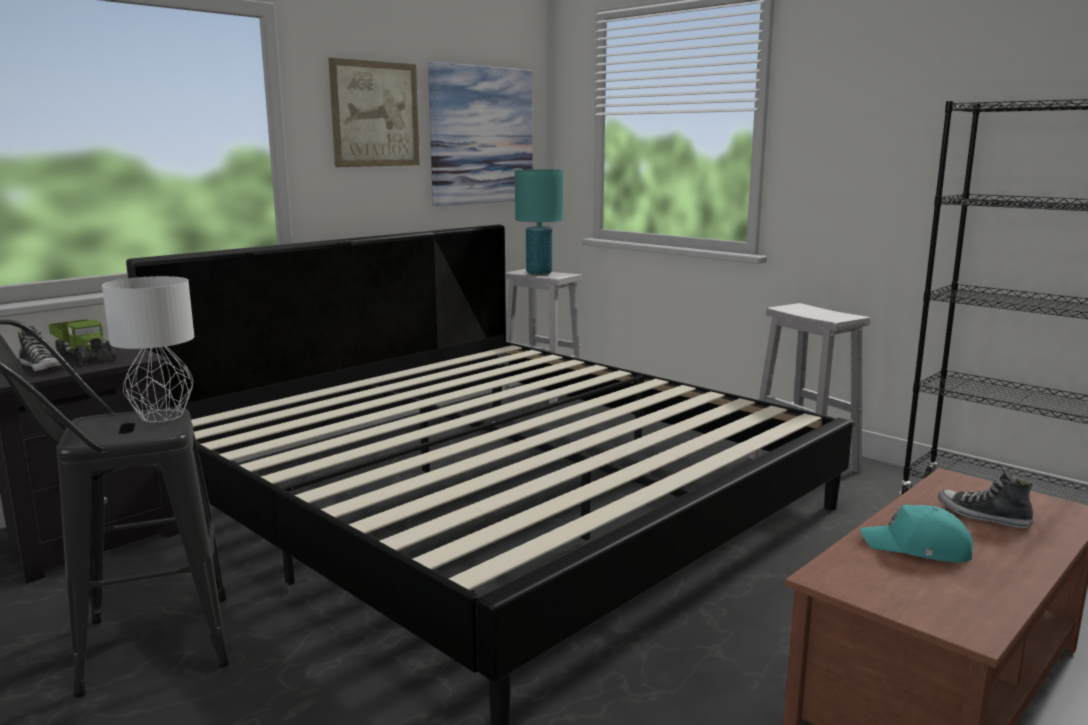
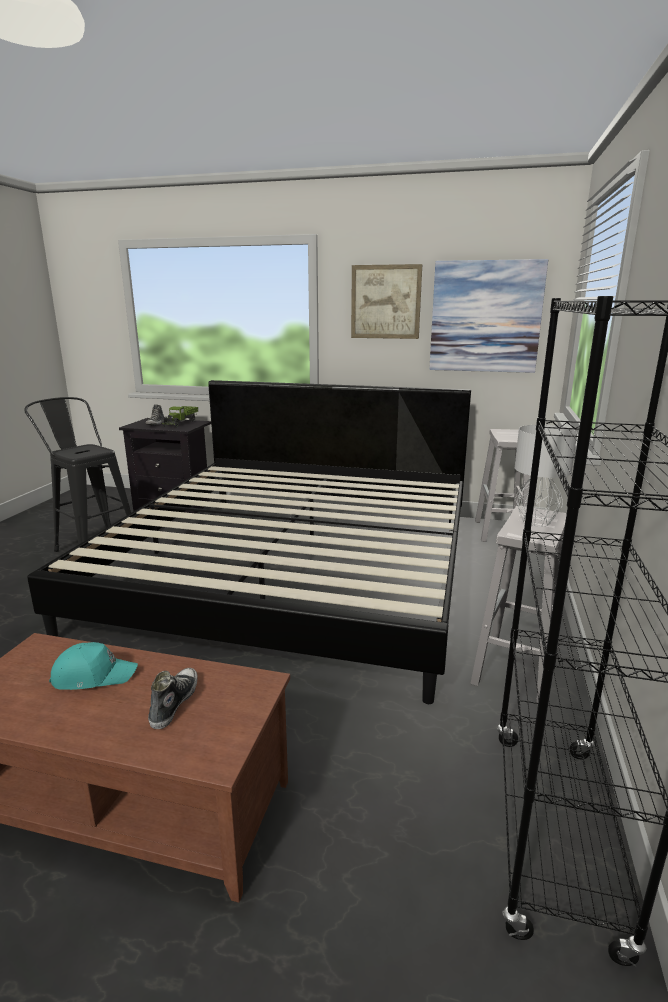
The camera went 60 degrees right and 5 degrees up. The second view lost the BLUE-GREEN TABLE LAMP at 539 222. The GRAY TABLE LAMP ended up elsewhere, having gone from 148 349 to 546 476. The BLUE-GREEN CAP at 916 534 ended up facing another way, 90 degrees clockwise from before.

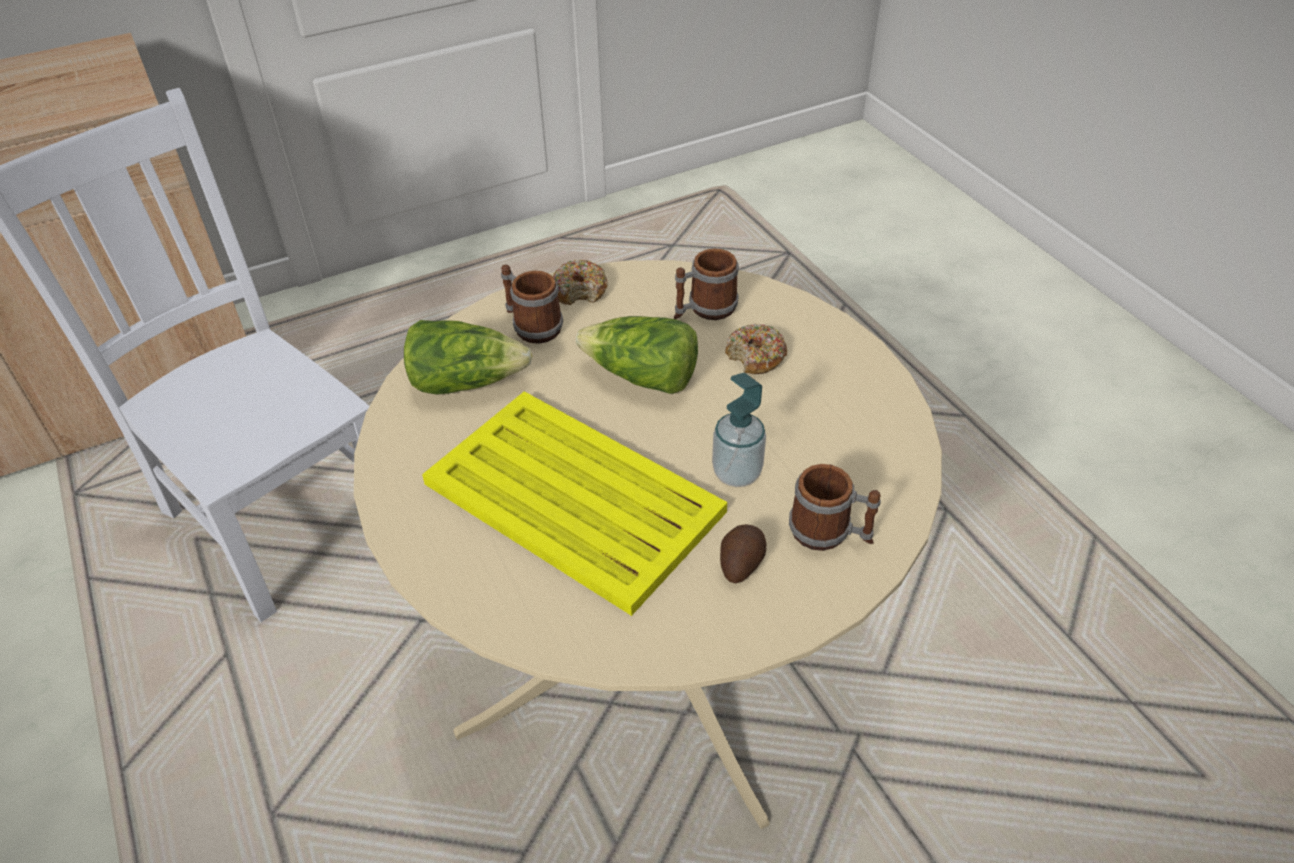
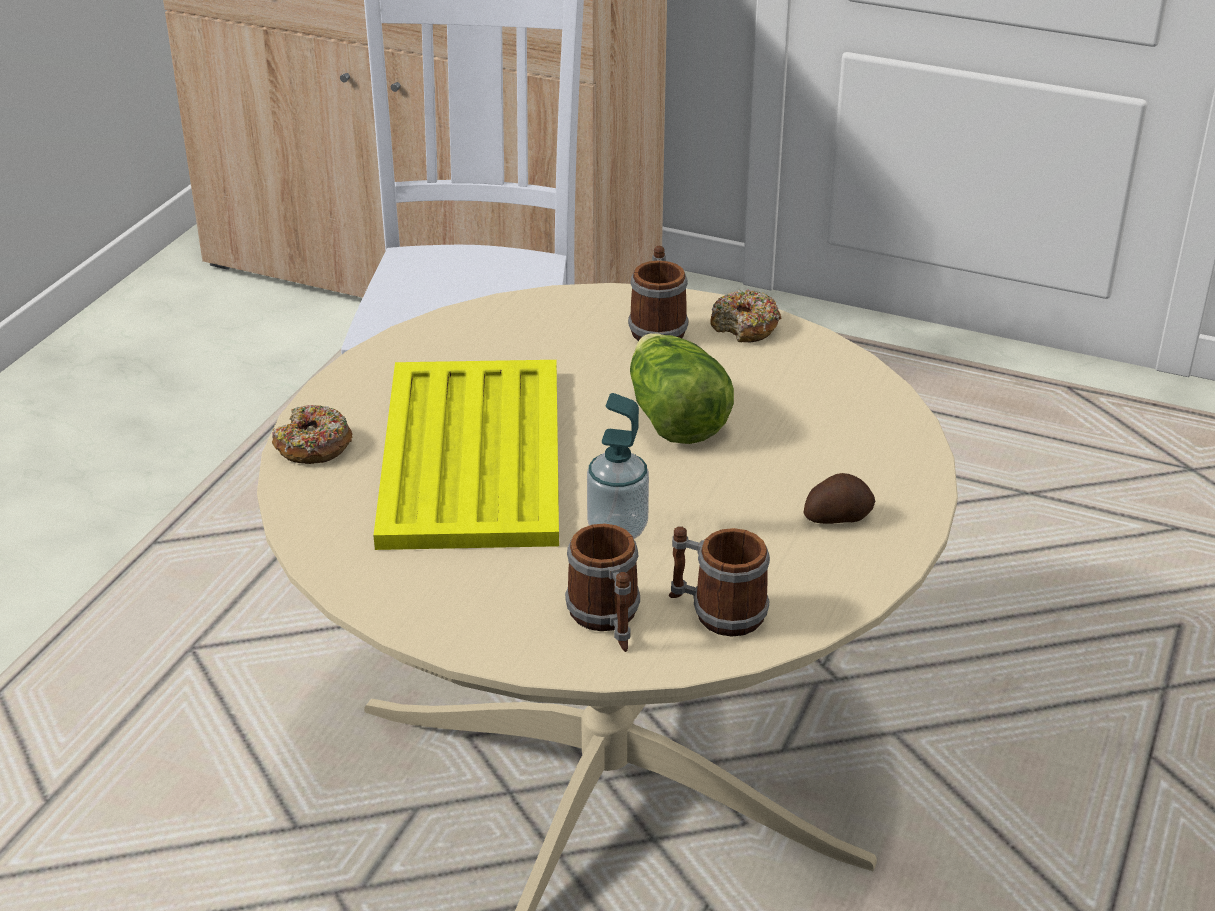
The camera went 50 degrees right and 10 degrees down. The COFFEE MUG ended up elsewhere, having gone from 706 284 to 719 581. The second view lost the LETTUCE HEAD at 468 357. The DONUT ended up elsewhere, having gone from 756 348 to 312 434. The POTATO ended up elsewhere, having gone from 743 553 to 839 498.

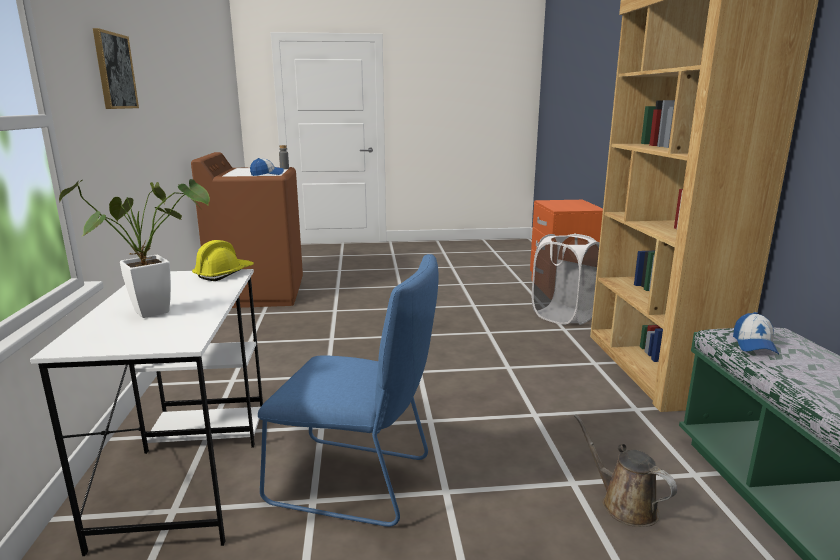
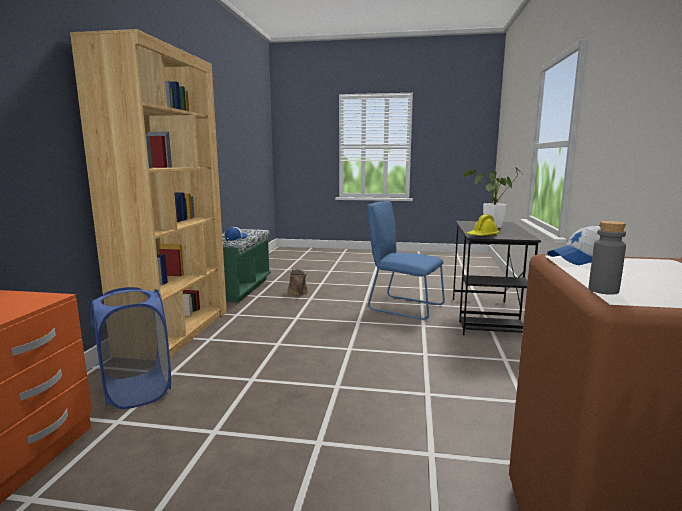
The camera went 165 degrees left and 5 degrees down. The second view lost the WALL PICTURE at 116 68. What was the WHITE WASHING BASKET at 566 279 turned into the BLUISH WASHING BASKET at 130 348. What was the WHITE DESK UNIT at 146 412 turned into the BLACK DESK UNIT at 497 278.

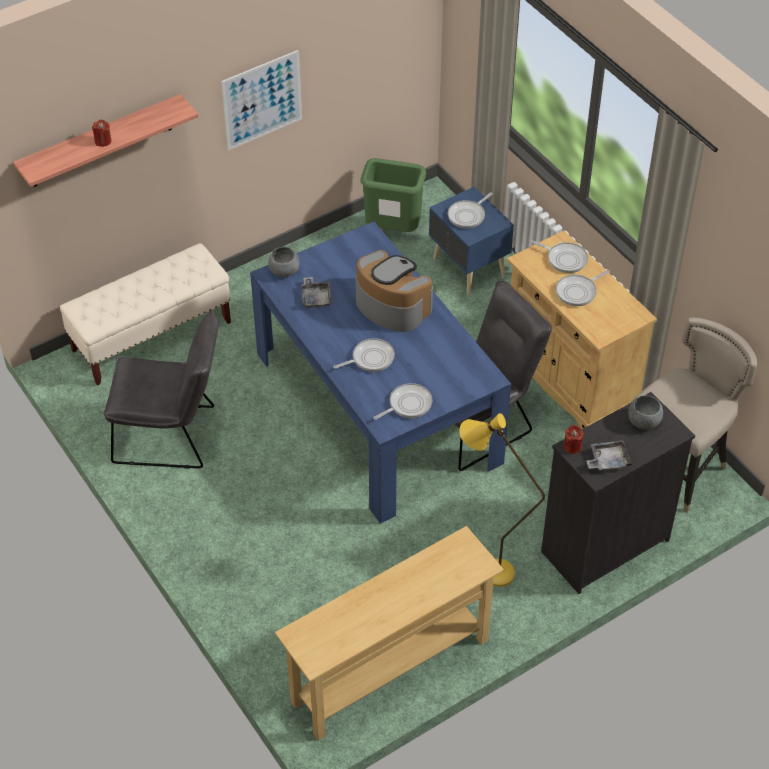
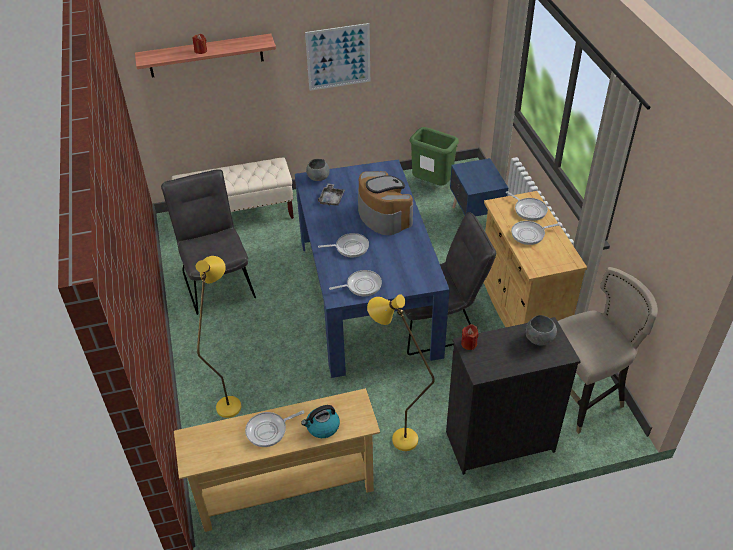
The camera went 20 degrees right and 5 degrees down. The FRYING PAN ended up elsewhere, having gone from 470 210 to 274 428. The GRAY UPRIGHT CHAIR at 161 389 ended up facing another way, 135 degrees counterclockwise from before. The second view lost the GRAY CARRYING TRAY at 609 455. The second view gained the YELLOW STANDING LAMP at 218 337. The second view gained the TEA KETTLE at 320 421.

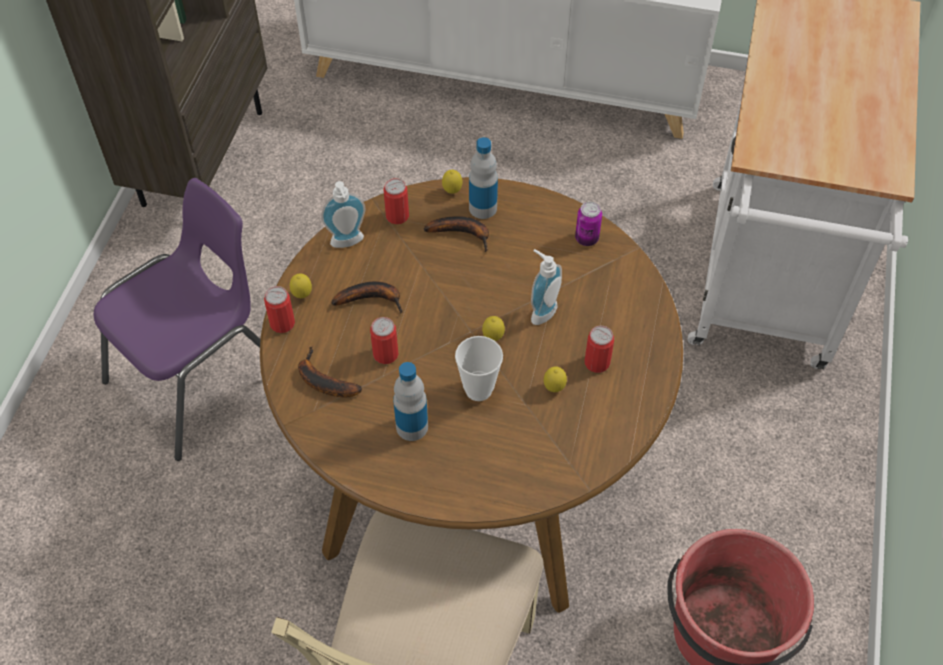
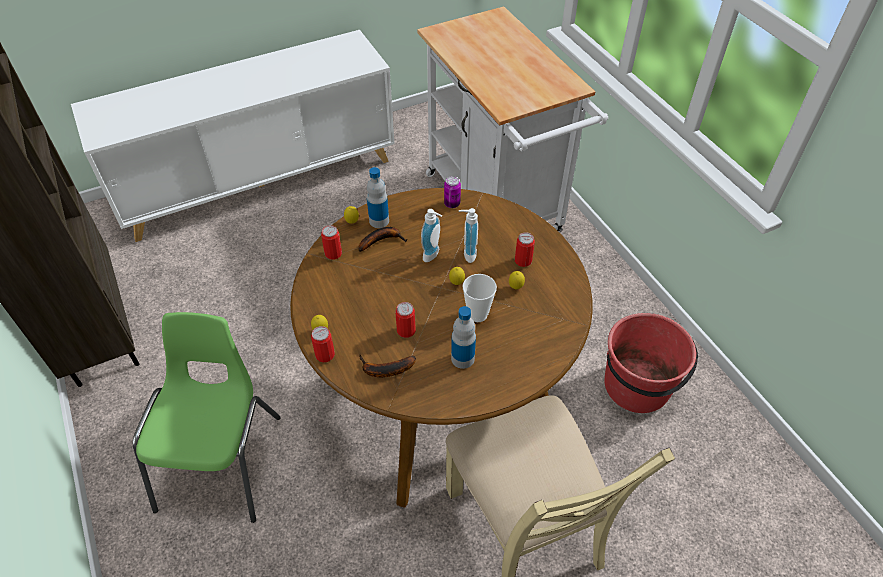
The camera went 40 degrees left and 5 degrees down. What was the PURPLE-COLOURED UPRIGHT CHAIR at 177 319 turned into the GREEN UPRIGHT CHAIR at 207 417. The SOAP DISPENSER ended up elsewhere, having gone from 343 214 to 431 235. The second view lost the WHOLE BANANA at 367 297.

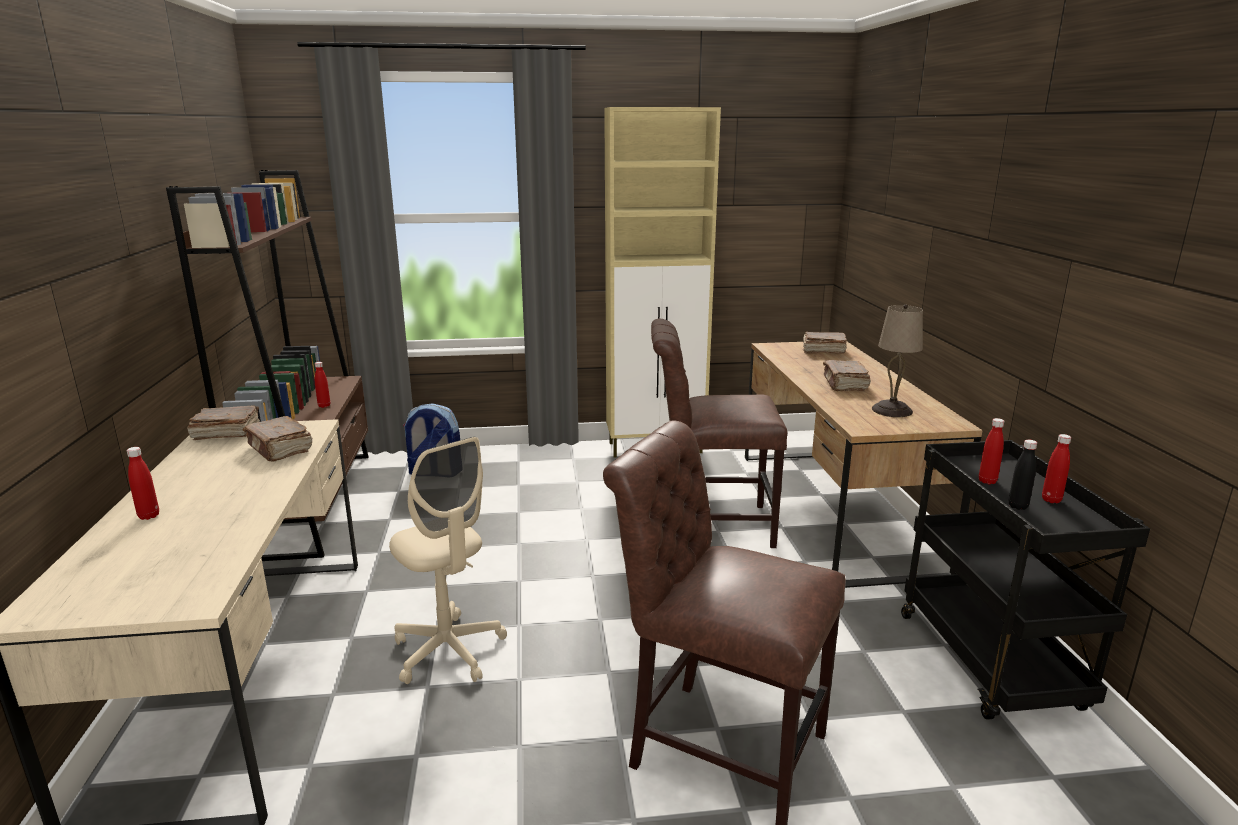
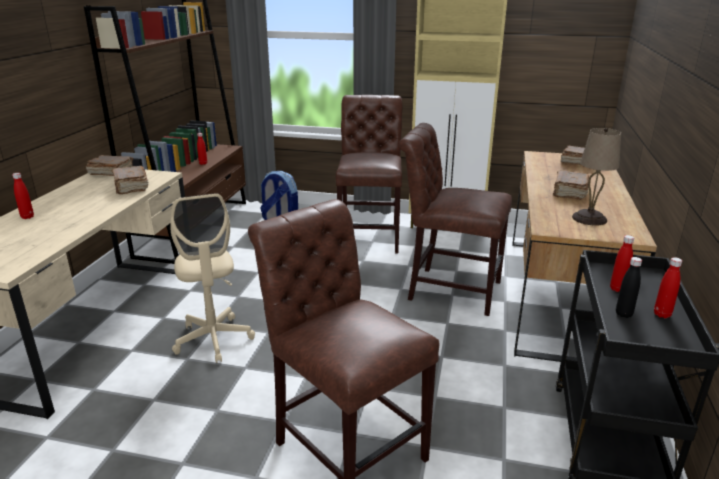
The camera went 20 degrees right and 5 degrees up. The second view gained the BROWN-COLOURED UPRIGHT CHAIR at 369 174.

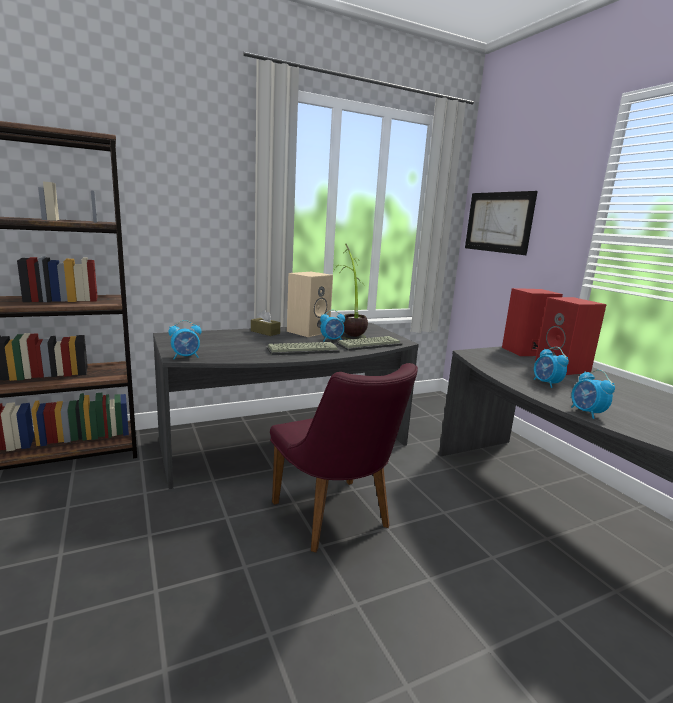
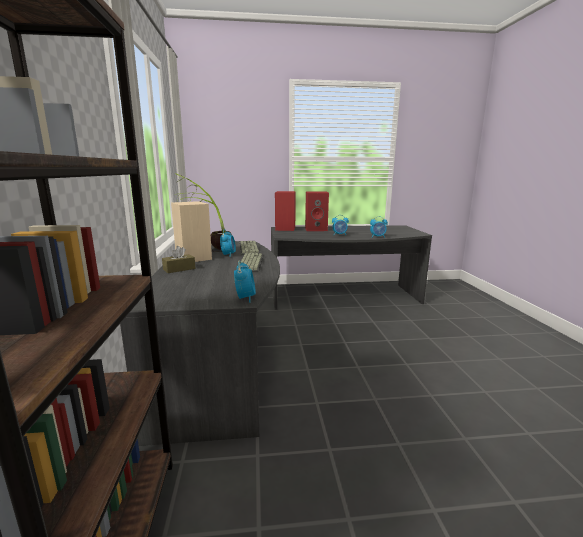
The camera went 70 degrees left and 0 degrees up. The second view lost the WALL PICTURE at 501 223. The second view lost the PURPLE-COLOURED UPRIGHT CHAIR at 344 457.

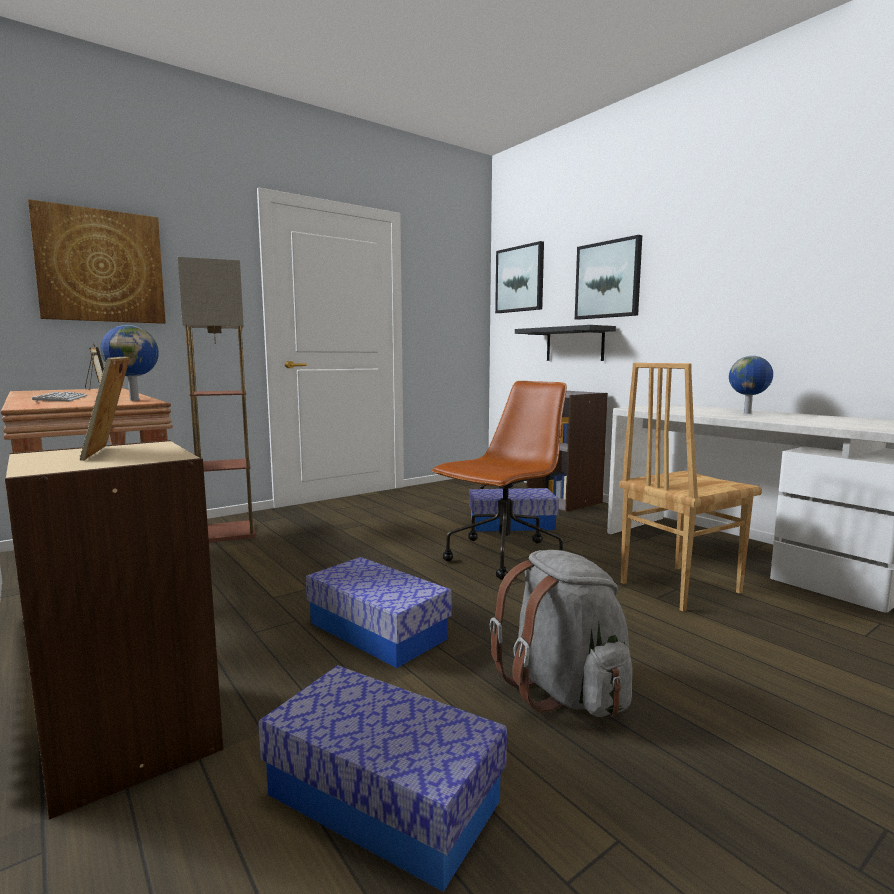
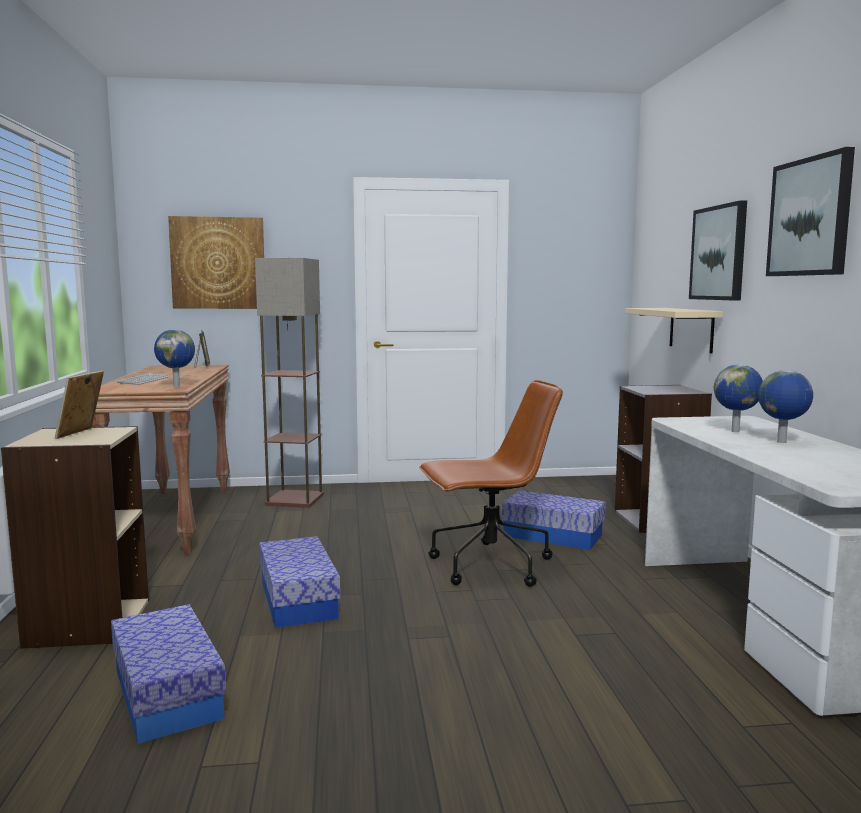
The camera went 30 degrees right and 0 degrees up. The WALL PICTURE ended up elsewhere, having gone from 519 277 to 810 211. What was the BLACK SHELF at 565 343 turned into the BEIGE-COLOURED SHELF at 674 330. The second view lost the BROWN-COLOURED UPRIGHT CHAIR at 690 487. The second view lost the GRAY KNAPSACK at 561 633. The second view gained the WORLD GLOBE at 738 398.

